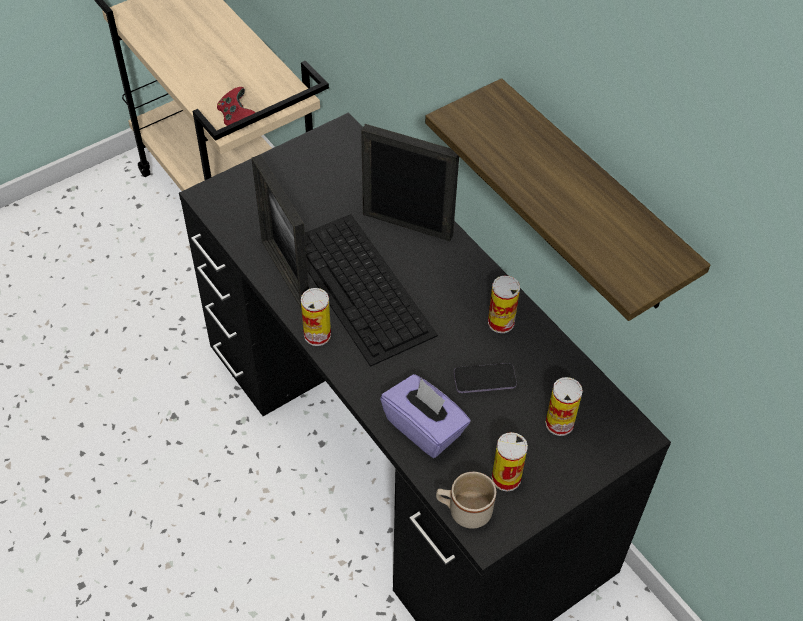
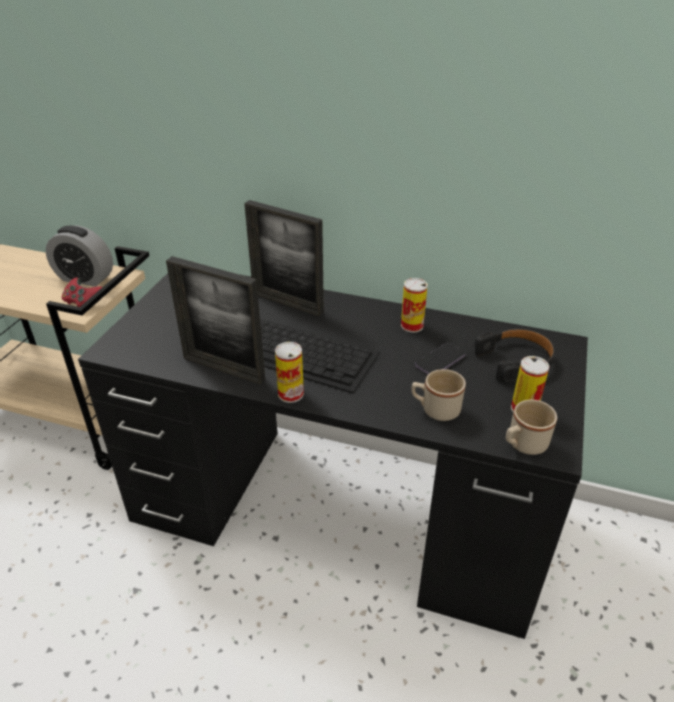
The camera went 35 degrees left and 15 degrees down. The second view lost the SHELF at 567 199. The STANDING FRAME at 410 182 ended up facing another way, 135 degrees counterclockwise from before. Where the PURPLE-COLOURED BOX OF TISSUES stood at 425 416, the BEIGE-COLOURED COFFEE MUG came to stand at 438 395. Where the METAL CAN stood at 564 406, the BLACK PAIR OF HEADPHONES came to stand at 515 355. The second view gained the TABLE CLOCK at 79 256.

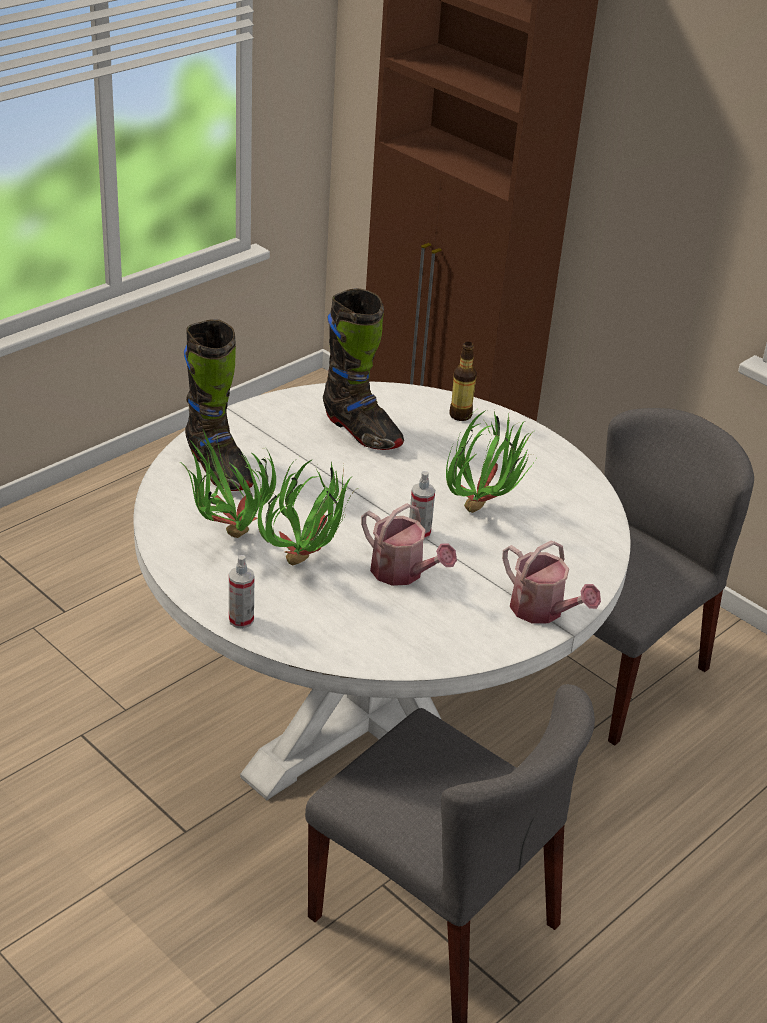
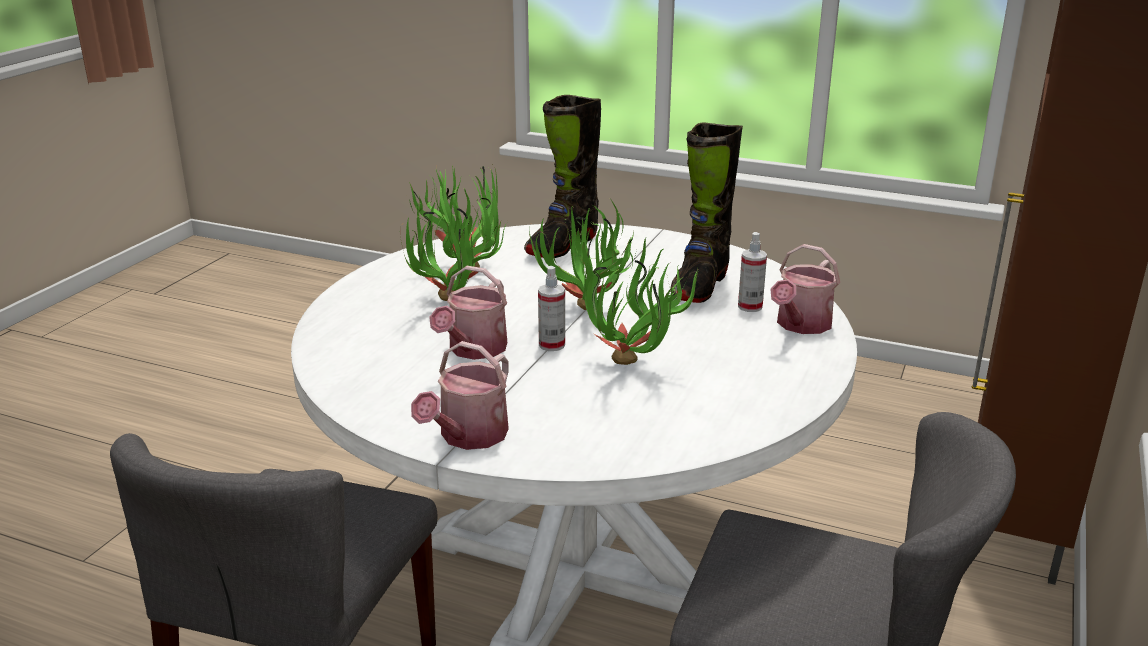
The camera went 70 degrees right and 10 degrees down. Where the DRINK BOTTLE stood at 463 381, the WATERING POT came to stand at 805 289. The SPRAYER ended up elsewhere, having gone from 242 591 to 752 272. The second view gained the PLANT IN A POT at 582 255.

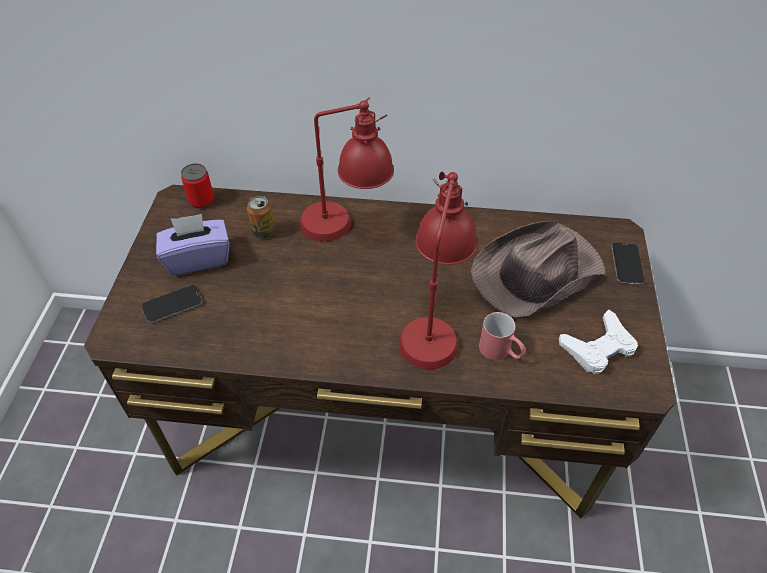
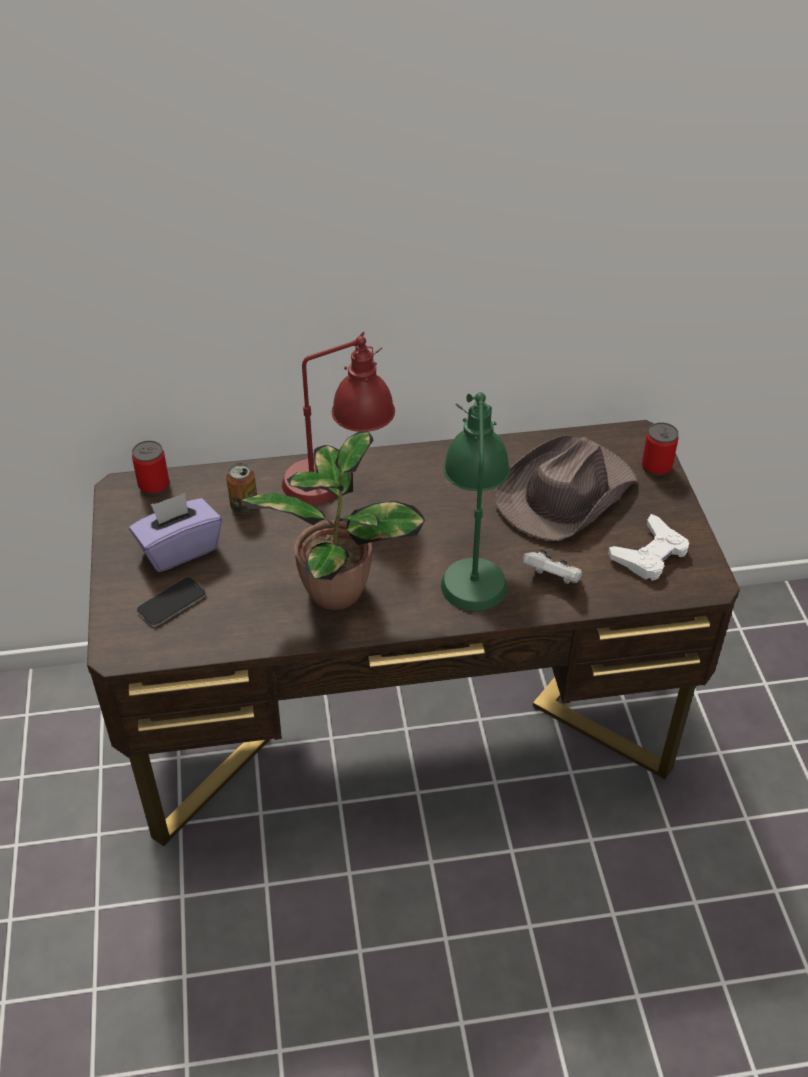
The camera went 15 degrees left and 5 degrees down. What was the RED TABLE LAMP at 438 270 turned into the GREEN TABLE LAMP at 475 501. Where the TELEPHONE stood at 628 263, the METAL CAN came to stand at 660 449. Where the RED COFFEE MUG stood at 502 336, the WHITE JOYPAD came to stand at 552 567. The second view gained the PLANT IN A POT at 333 520.

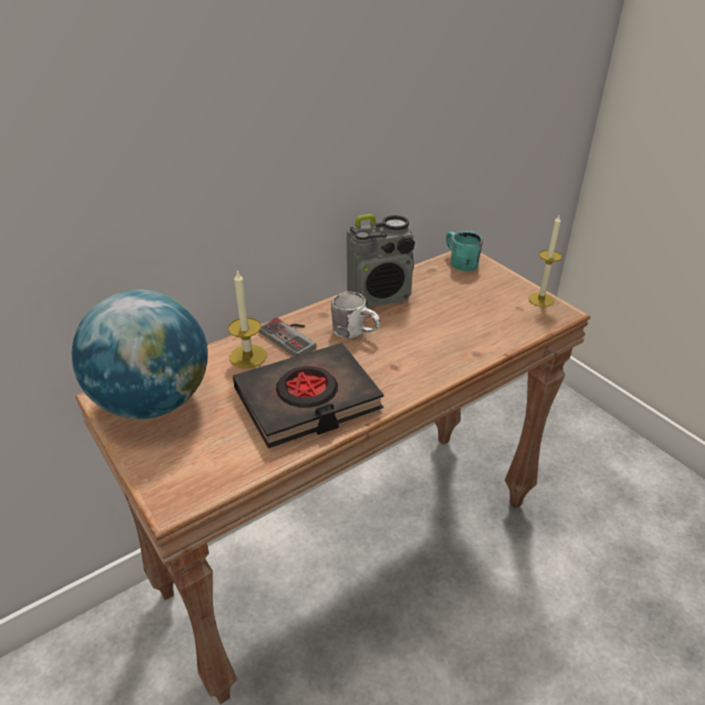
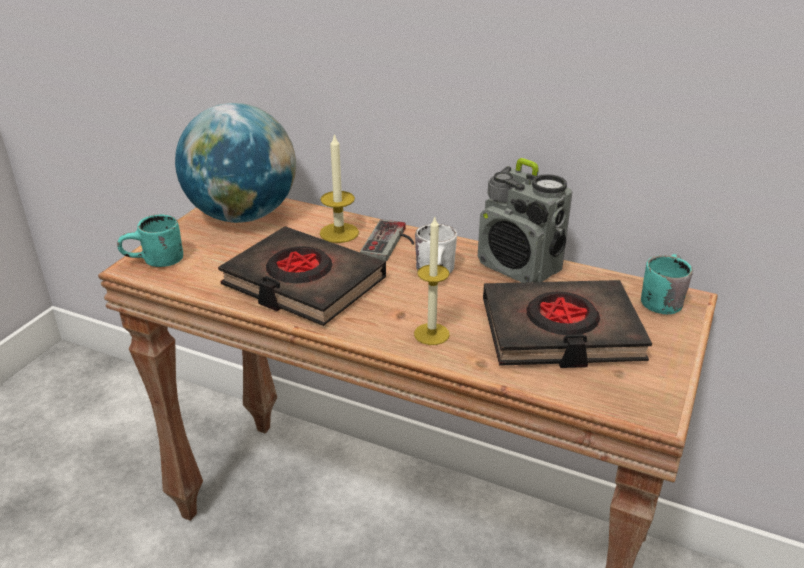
The camera went 60 degrees right and 5 degrees down. The WAX CANDLE ended up elsewhere, having gone from 545 261 to 432 281. The second view gained the BLUE-GREEN COFFEE MUG at 150 240. The second view gained the BLACK BOUND BOOK at 567 324.

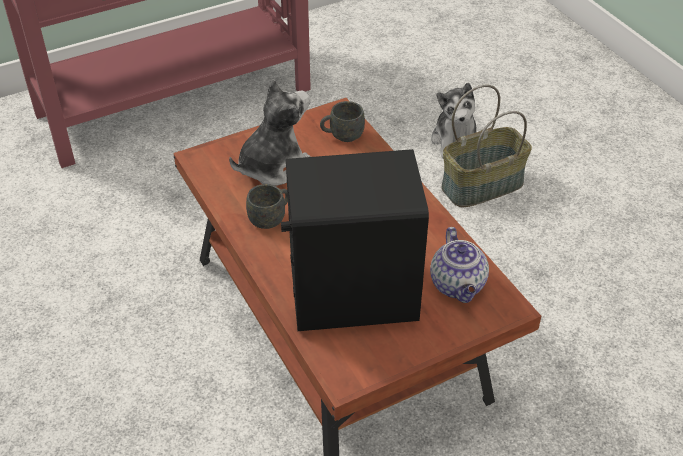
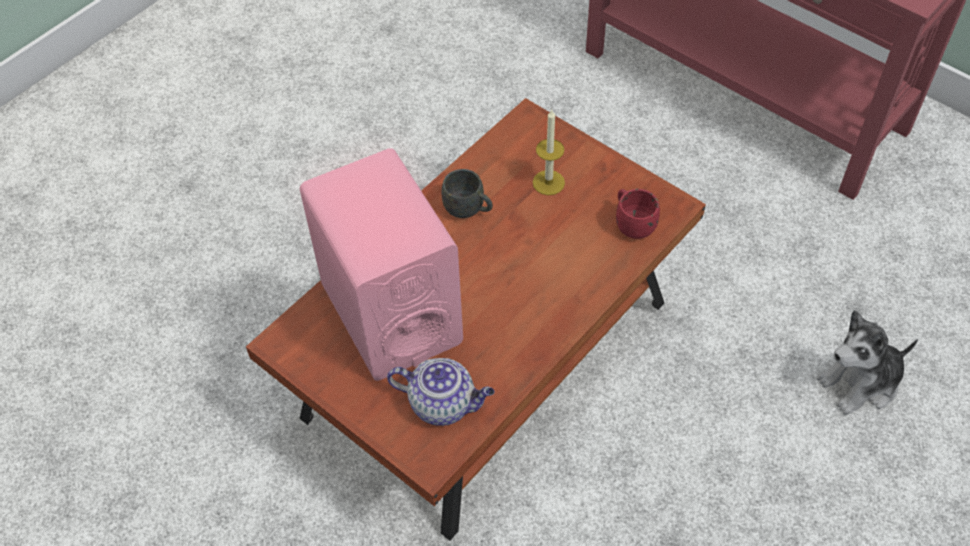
The camera went 70 degrees right and 10 degrees up. Where the SOFT TOY stood at 270 132, the WAX CANDLE came to stand at 549 152. The second view lost the BASKET at 487 146. What was the GRAY COFFEE MUG at 342 121 turned into the RED COFFEE MUG at 638 214. What was the BLACK AUDIO SPEAKER at 355 240 turned into the PINK AUDIO SPEAKER at 381 264. The TEA POT at 459 265 ended up facing another way, 135 degrees counterclockwise from before.

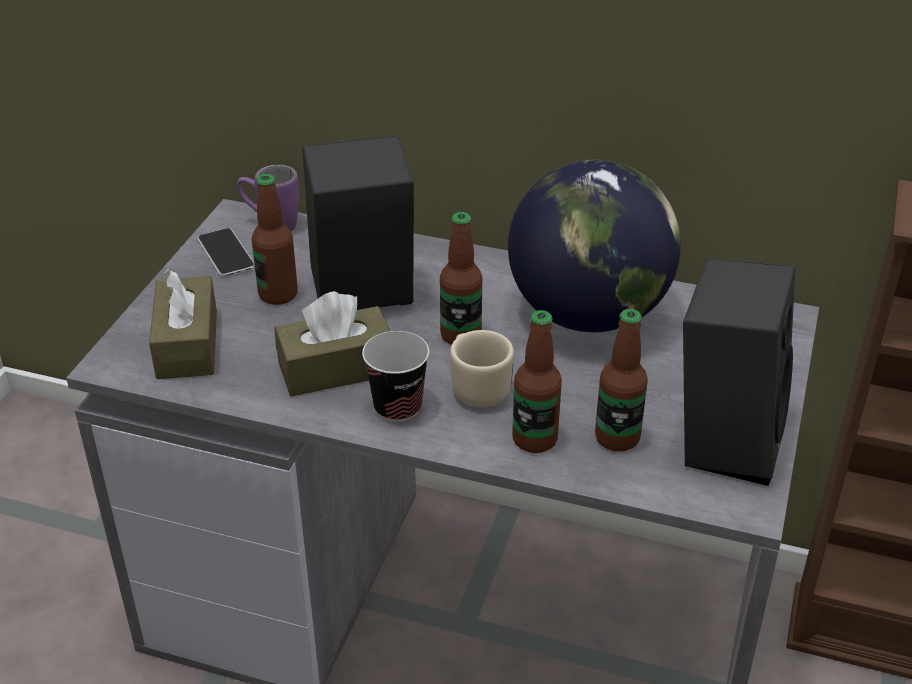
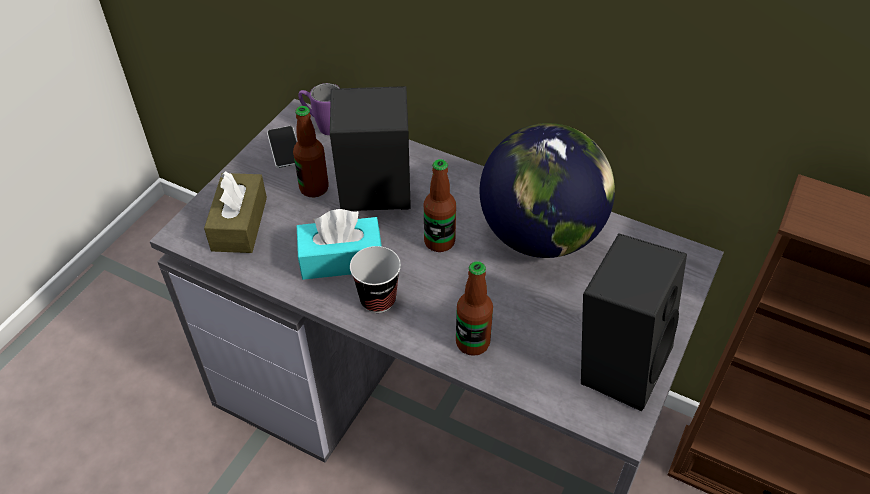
The camera went 10 degrees right and 10 degrees up. What was the BROWN-COLOURED BOX OF TISSUES at 332 344 turned into the BLUE-GREEN BOX OF TISSUES at 339 244. The second view lost the DRINK BOTTLE at 621 380. The second view lost the BEIGE-COLOURED COFFEE MUG at 482 369.

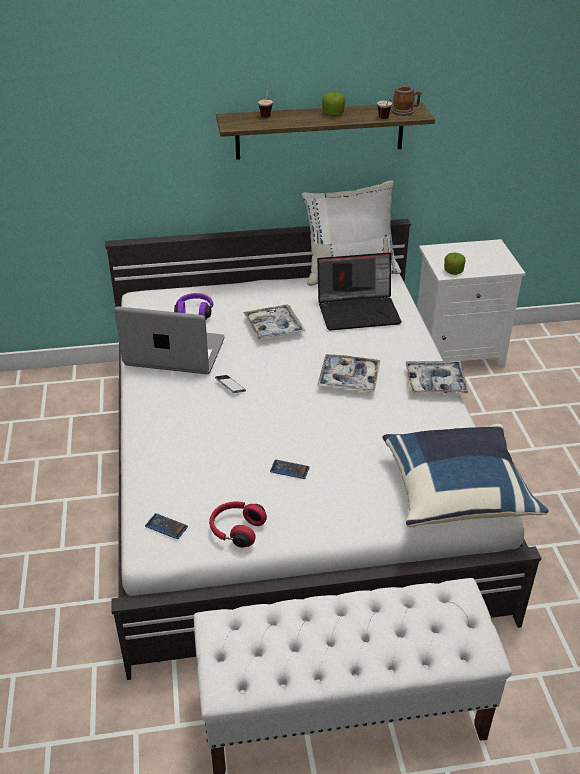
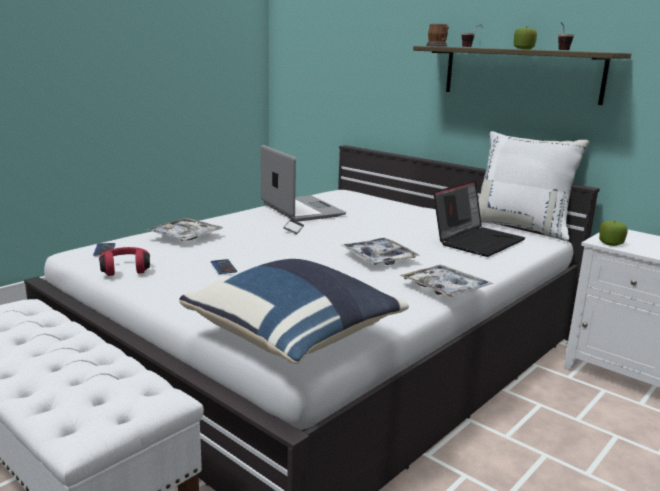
The camera went 50 degrees right and 20 degrees down. The COFFEE MUG ended up elsewhere, having gone from 406 101 to 437 35. The NOTEBOOK COMPUTER at 359 291 ended up facing another way, 90 degrees counterclockwise from before. The second view lost the PURPLE-COLOURED PAIR OF HEADPHONES at 193 306. The CARRYING TRAY ended up elsewhere, having gone from 274 322 to 184 229.

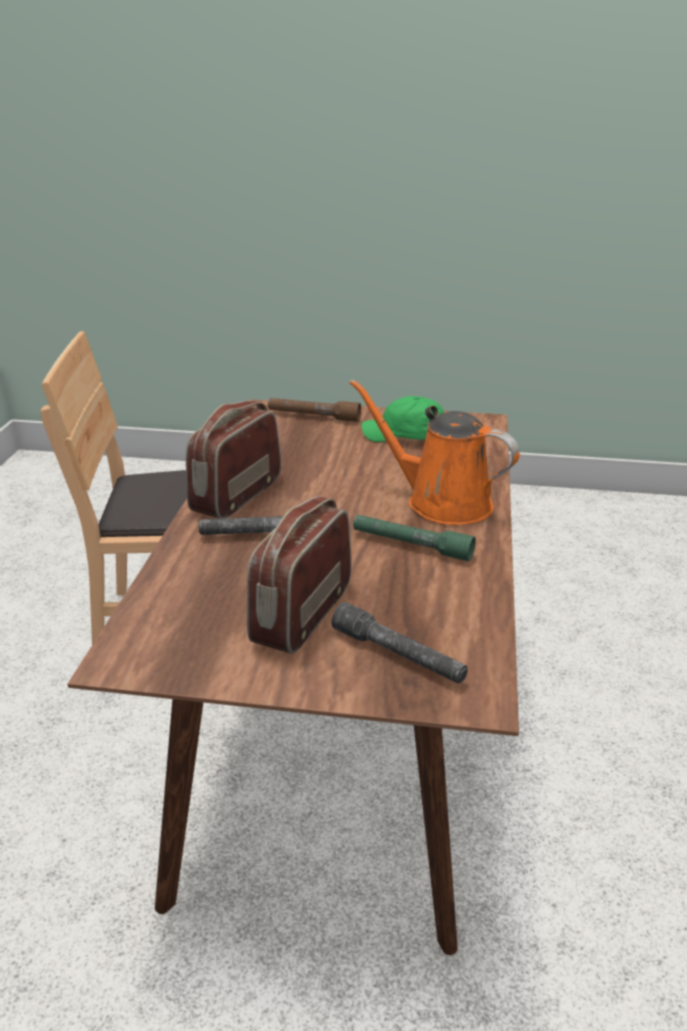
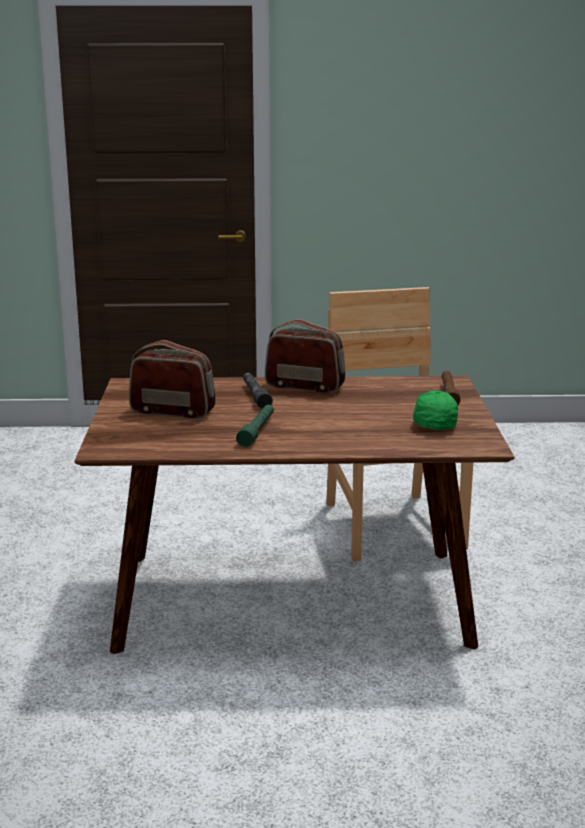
The camera went 80 degrees right and 10 degrees down. The second view lost the ORANGEY WATERING POT at 434 452. The second view lost the GRAY FLASHLIGHT at 399 643.

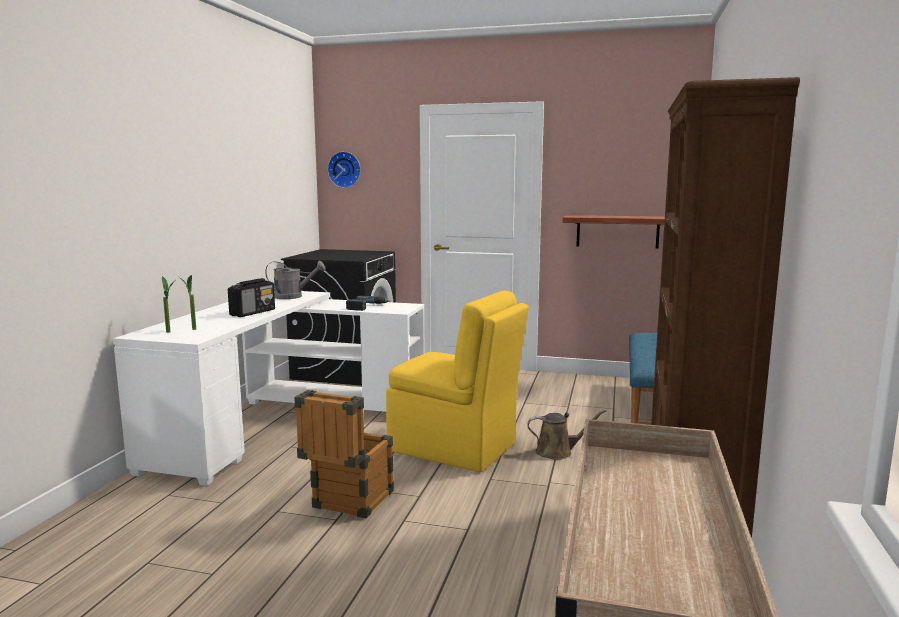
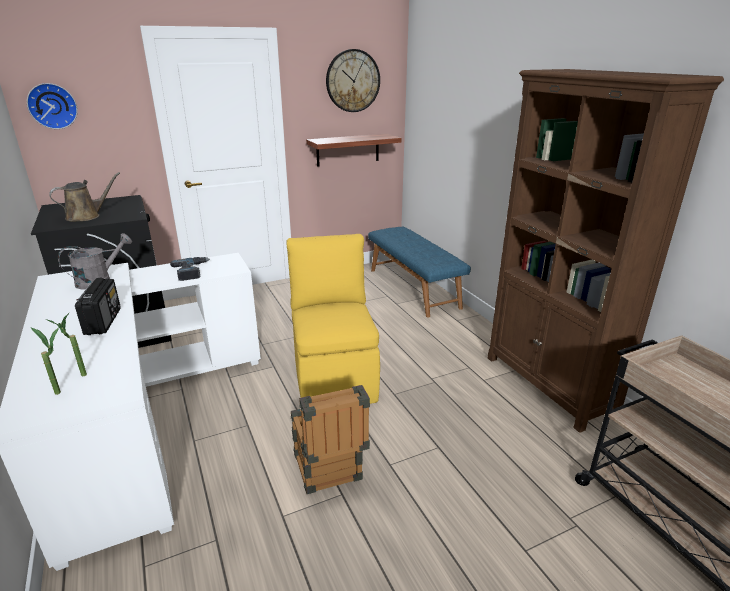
The camera went 40 degrees left and 15 degrees up. The YELLOW UPRIGHT CHAIR at 457 381 ended up facing another way, 90 degrees counterclockwise from before. The BROWN-COLOURED WATERING POT ended up elsewhere, having gone from 566 434 to 84 196. The second view gained the HANGING CLOCK at 353 80.

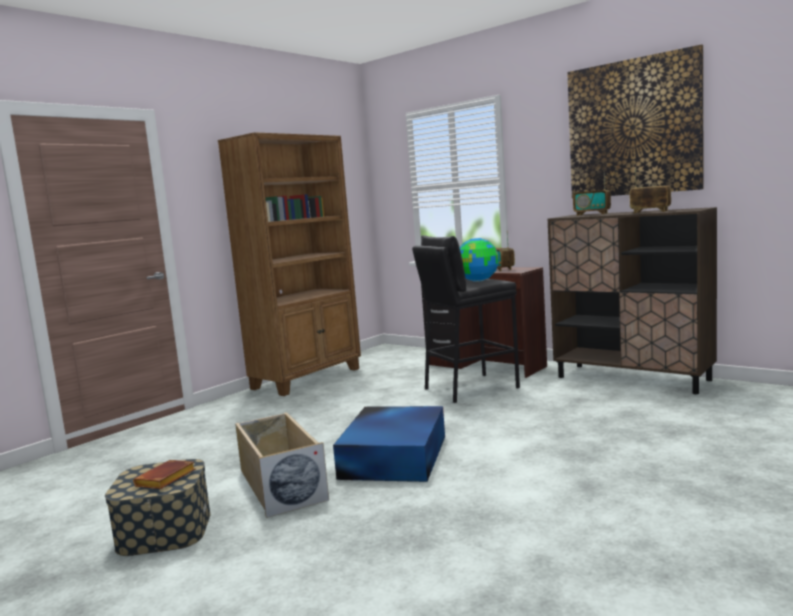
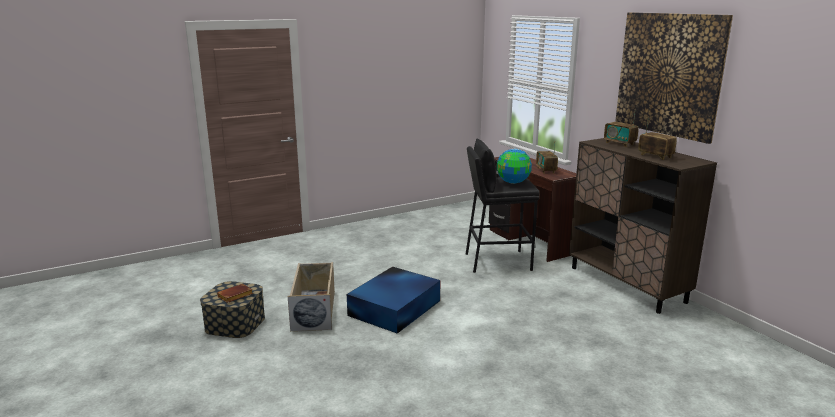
The camera went 20 degrees right and 10 degrees up. The second view lost the BROWN-COLOURED BOOKCASE at 289 264.

